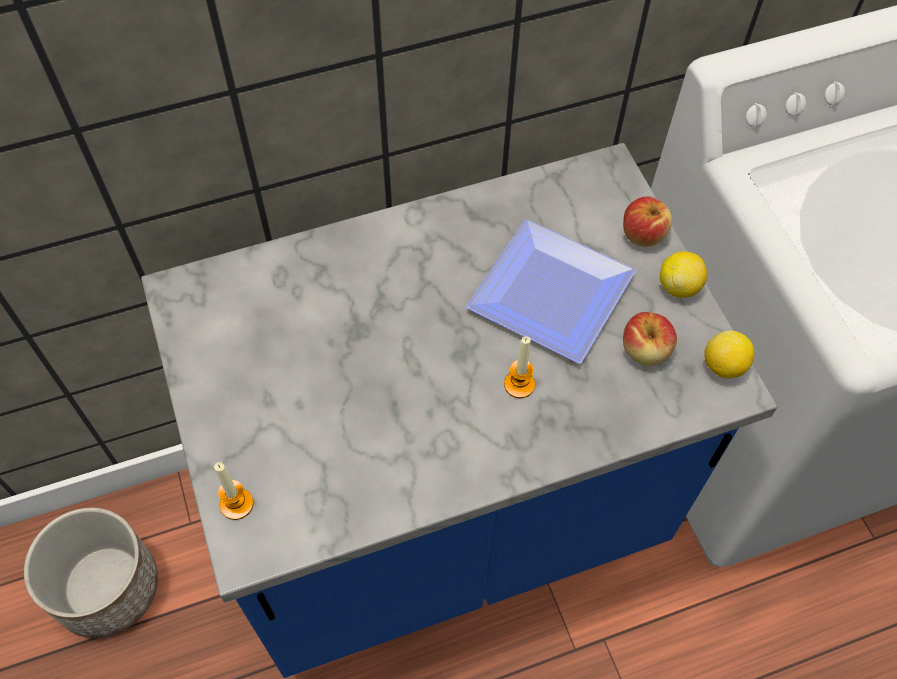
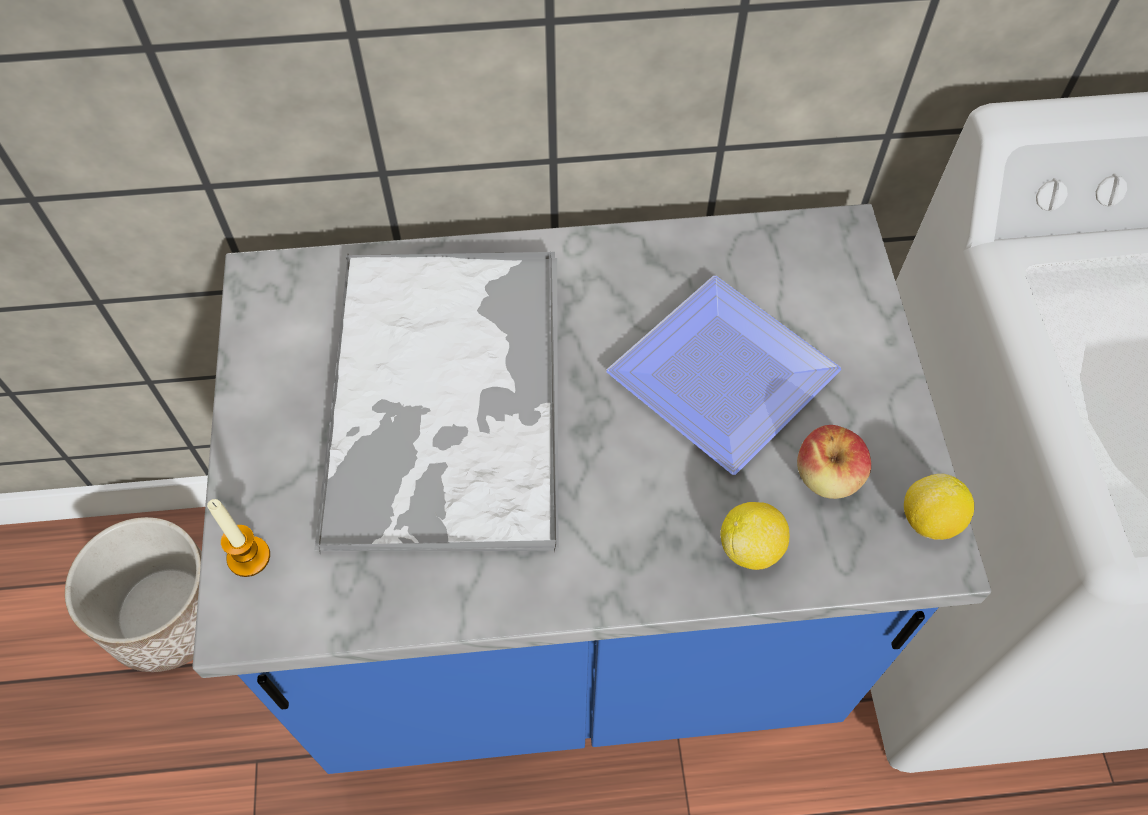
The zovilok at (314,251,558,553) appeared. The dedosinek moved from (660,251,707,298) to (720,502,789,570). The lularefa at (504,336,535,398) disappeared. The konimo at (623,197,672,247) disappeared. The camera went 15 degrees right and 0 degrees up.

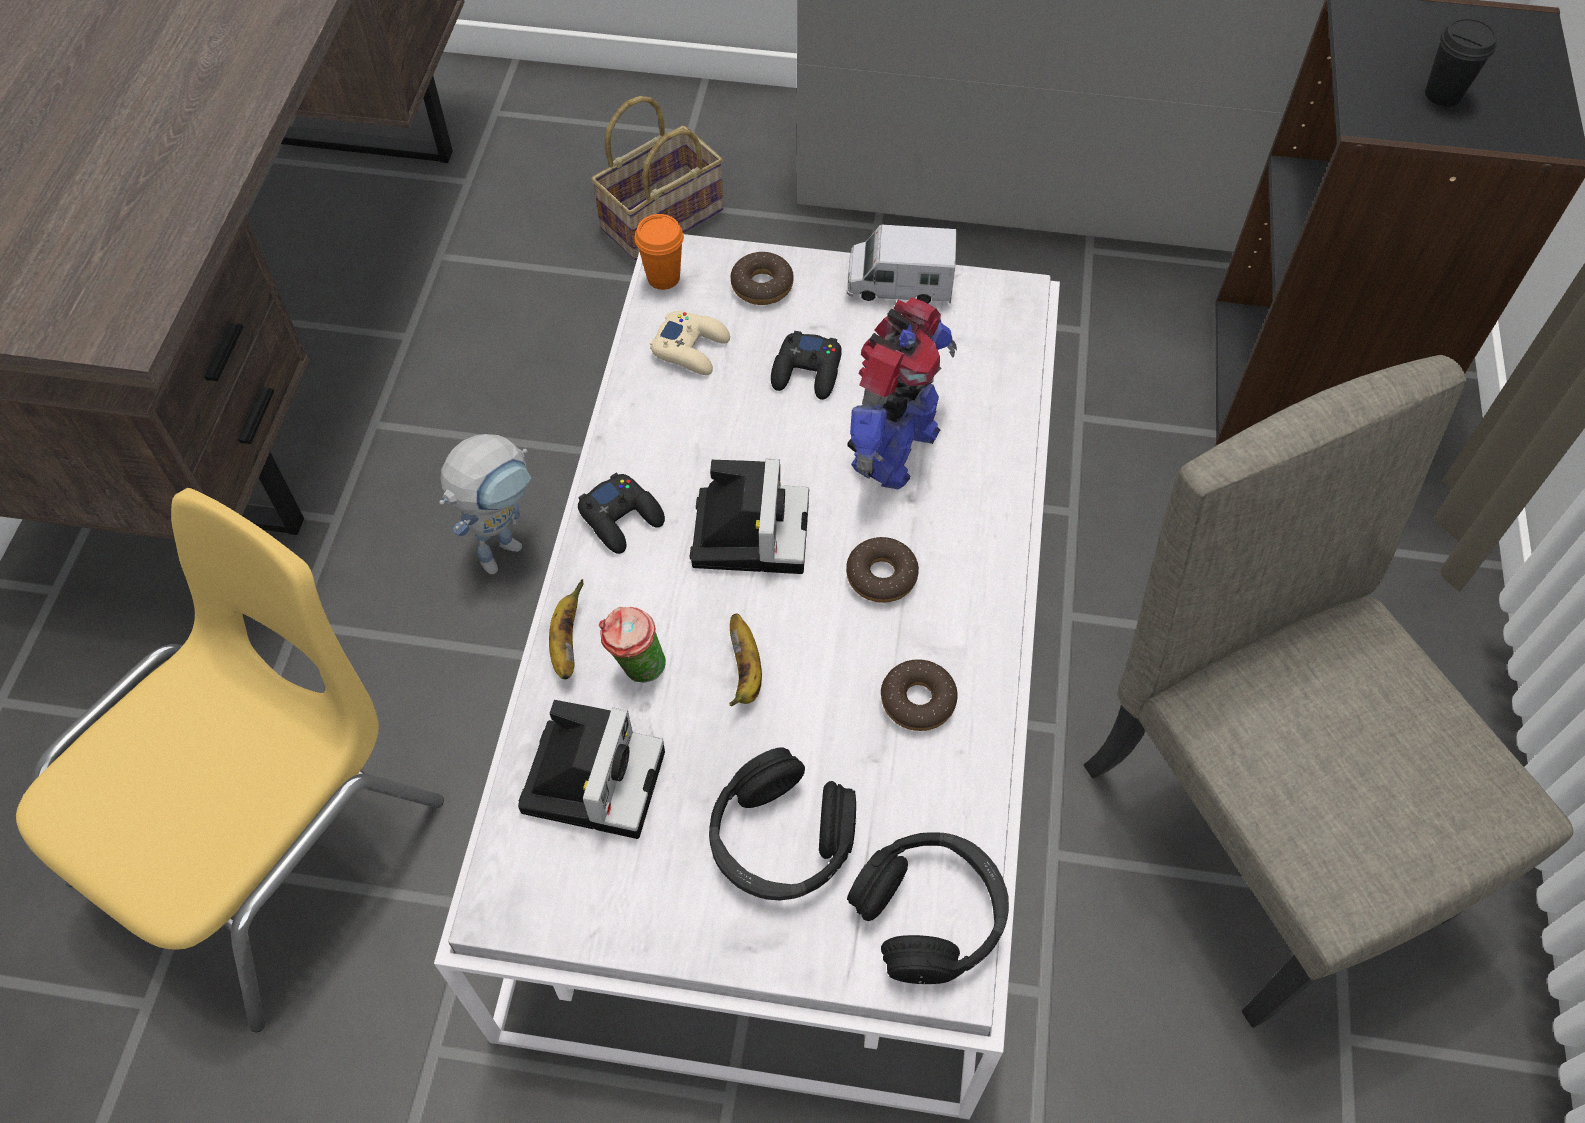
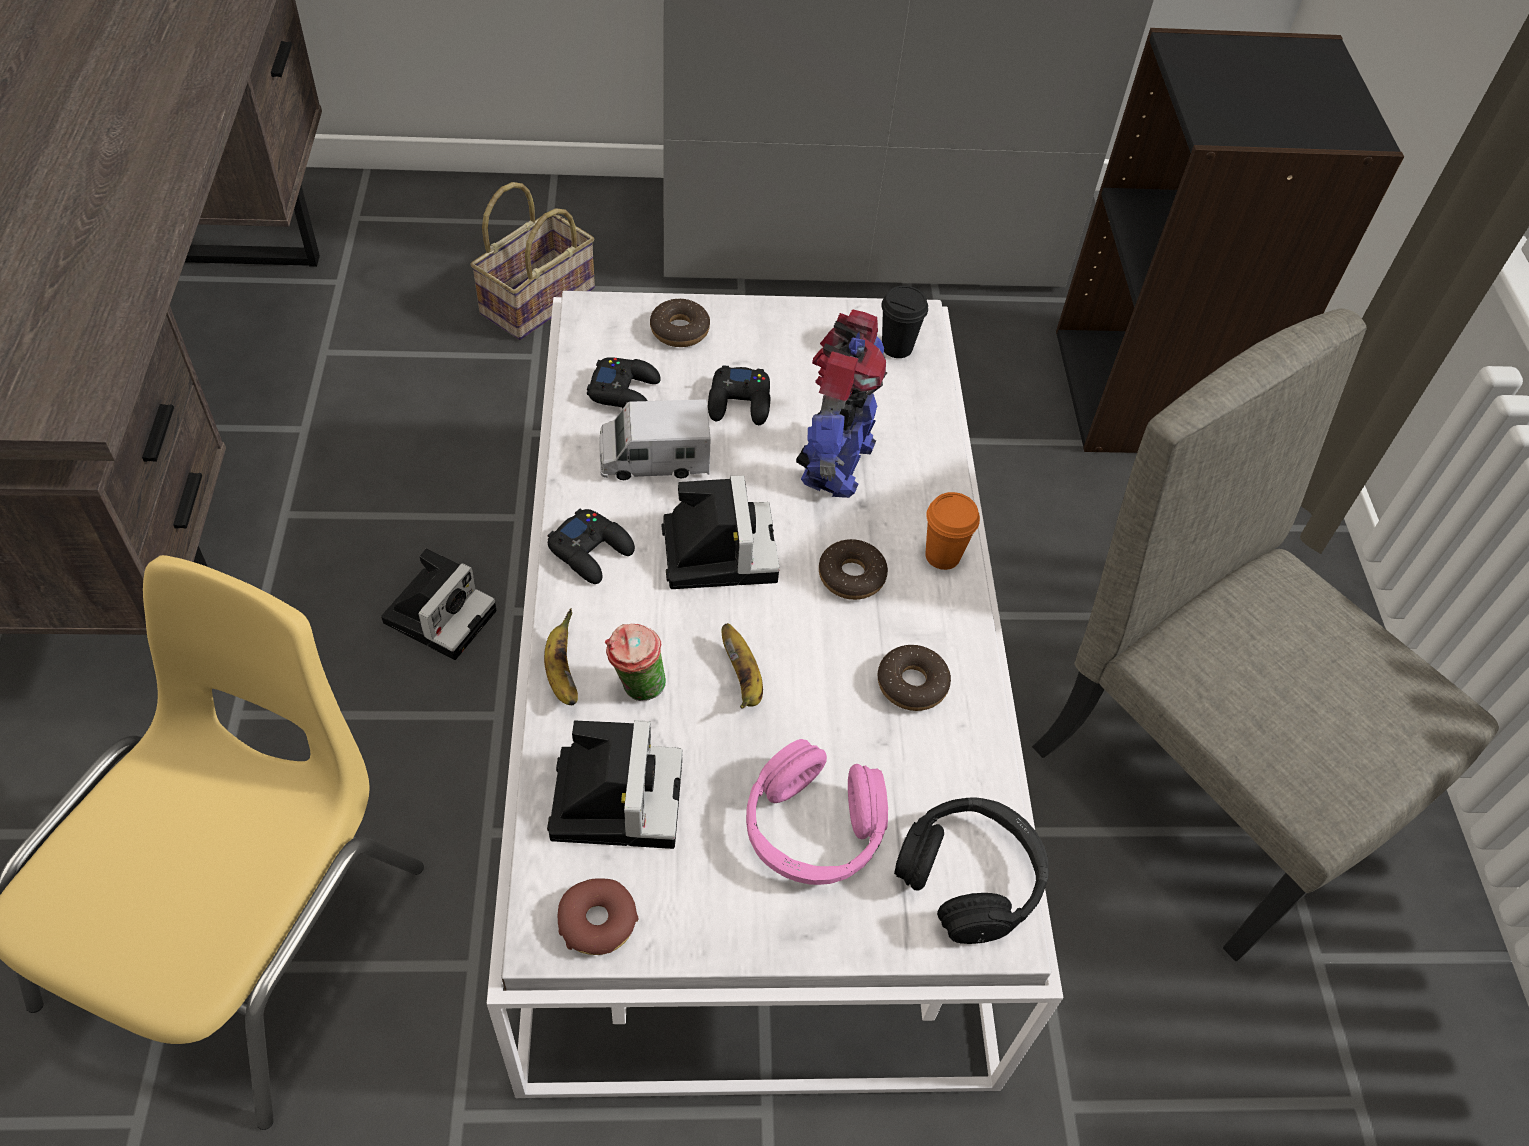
The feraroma at (439,434,532,575) was replaced by the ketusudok at (381,549,497,660). The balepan at (558,878,638,955) appeared. The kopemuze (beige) at (650,311,730,375) became the kopemuze (black) at (587,357,661,408). The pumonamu moved from (847,225,957,304) to (599,399,711,480). The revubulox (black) at (709,747,856,900) became the revubulox (pink) at (746,739,888,885). The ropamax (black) moved from (1425,18,1497,107) to (881,286,928,358). The ropamax (orange) moved from (635,214,684,290) to (925,492,980,570). The camera went 15 degrees left and 5 degrees down.

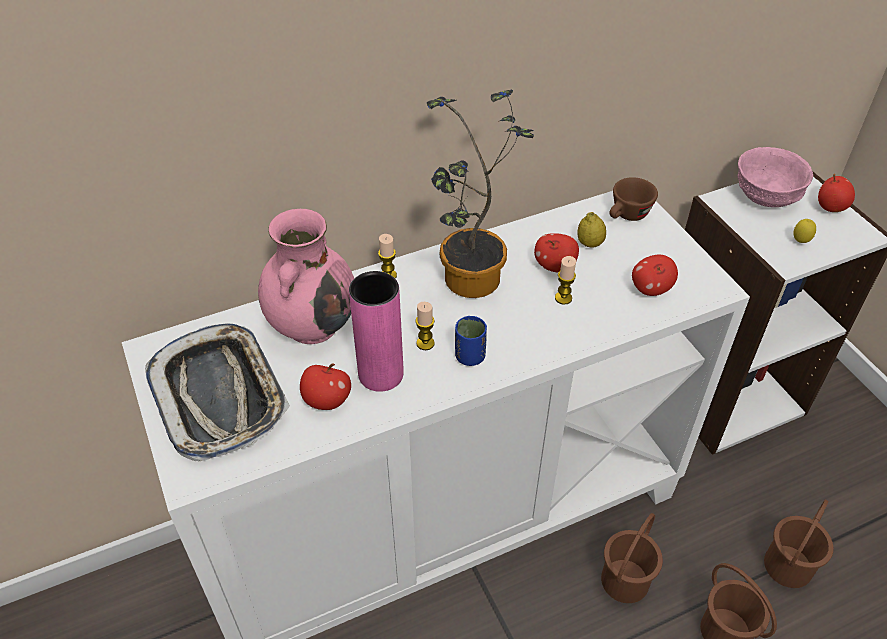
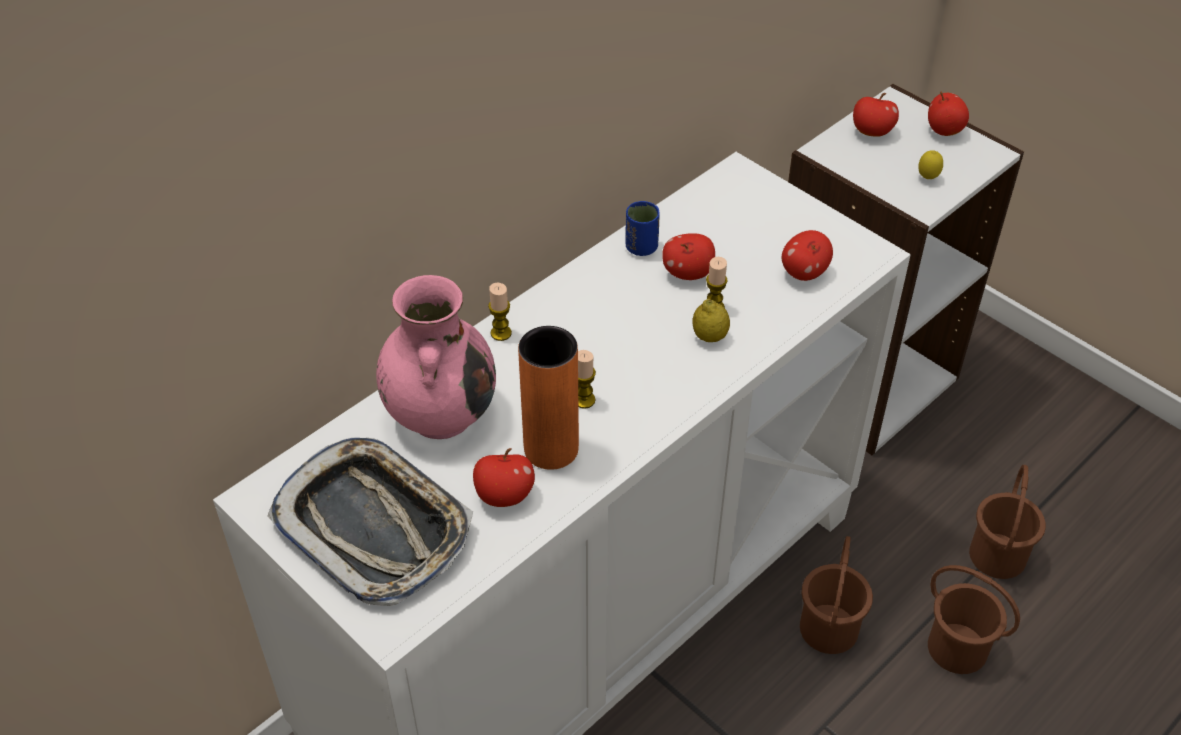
The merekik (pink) at (349,271,404,392) became the merekik (orange) at (518,326,579,470). The ropamax (blue) moved from (455,316,487,366) to (625,201,660,256). The dedosinek moved from (577,212,606,248) to (692,299,730,342). The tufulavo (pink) at (738,147,813,207) was replaced by the konimo at (853,93,899,137). The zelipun at (427,90,534,298) disappeared. The ropamax (brown) at (610,177,658,221) disappeared. The camera went 20 degrees left and 0 degrees up.

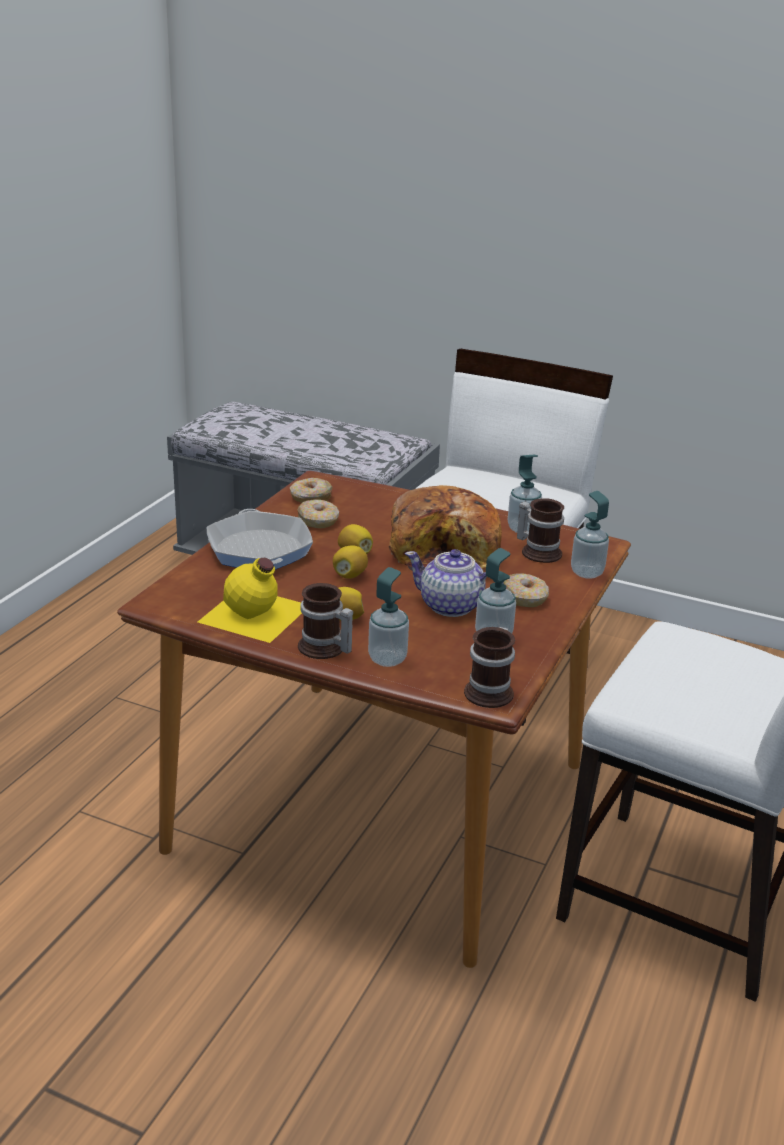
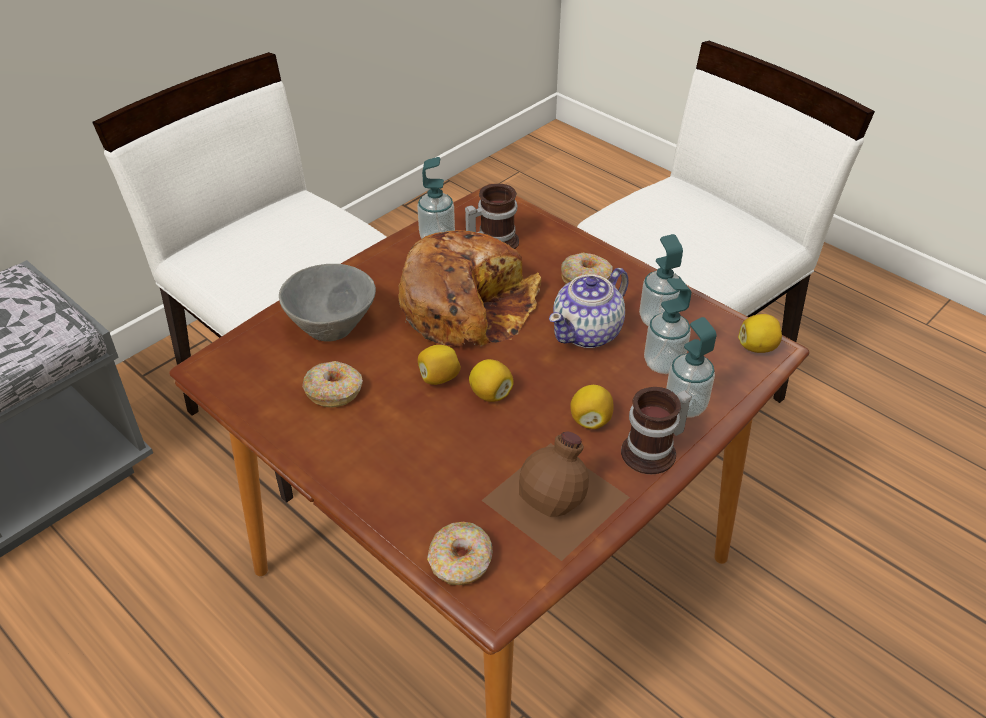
The tufulavo (grey) at (279,264,376,342) appeared. The balepan moved from (290,478,332,503) to (427,522,493,585). The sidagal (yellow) at (198,558,302,643) became the sidagal (brown) at (481,432,630,561). The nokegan moved from (571,491,609,579) to (644,278,692,374). The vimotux at (464,627,515,708) was replaced by the dedosinek at (738,314,782,353). The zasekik at (207,509,313,570) disappeared. The camera went 70 degrees left and 15 degrees up.

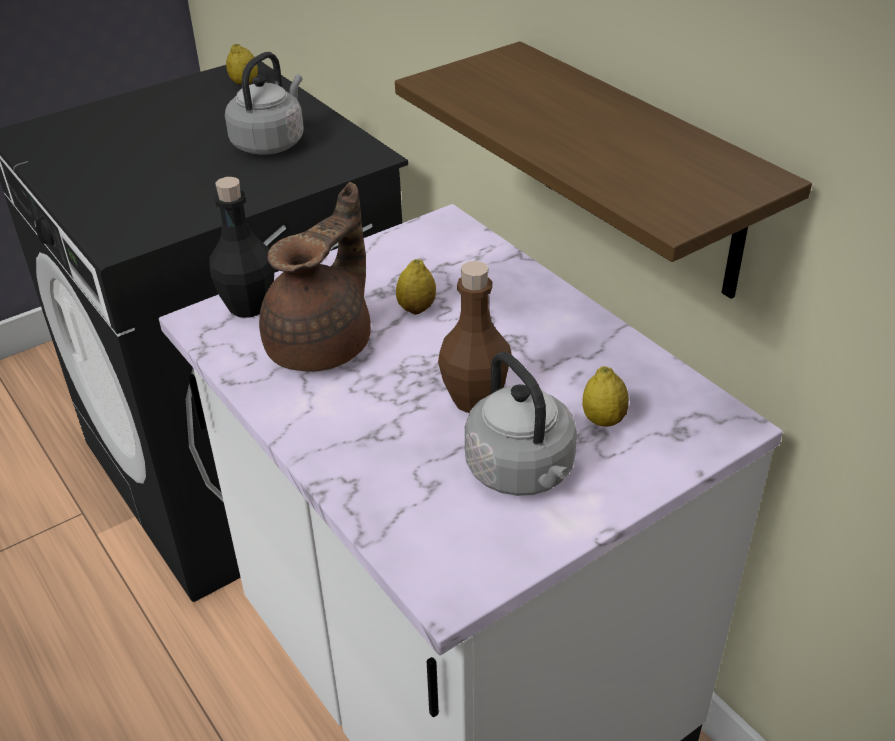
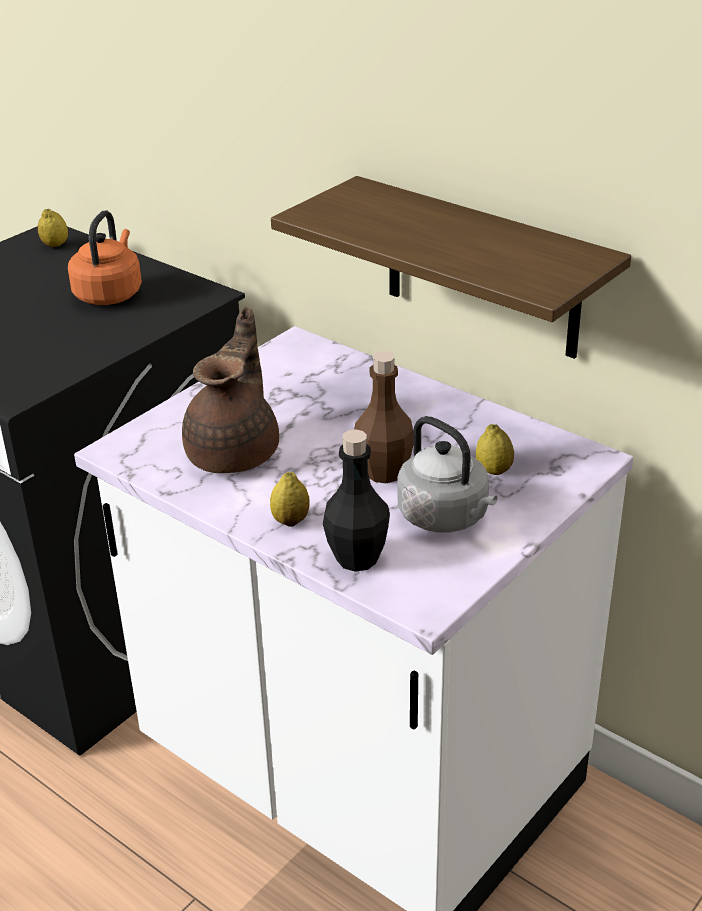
The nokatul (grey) at (225,52,304,155) became the nokatul (orange) at (68,210,142,305). The dedosinek moved from (396,259,436,315) to (270,472,309,527). The sidagal (black) moved from (210,177,275,318) to (323,429,390,572). The camera went 15 degrees left and 5 degrees down.

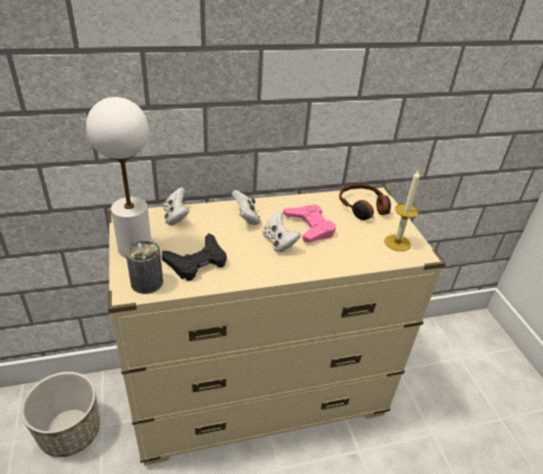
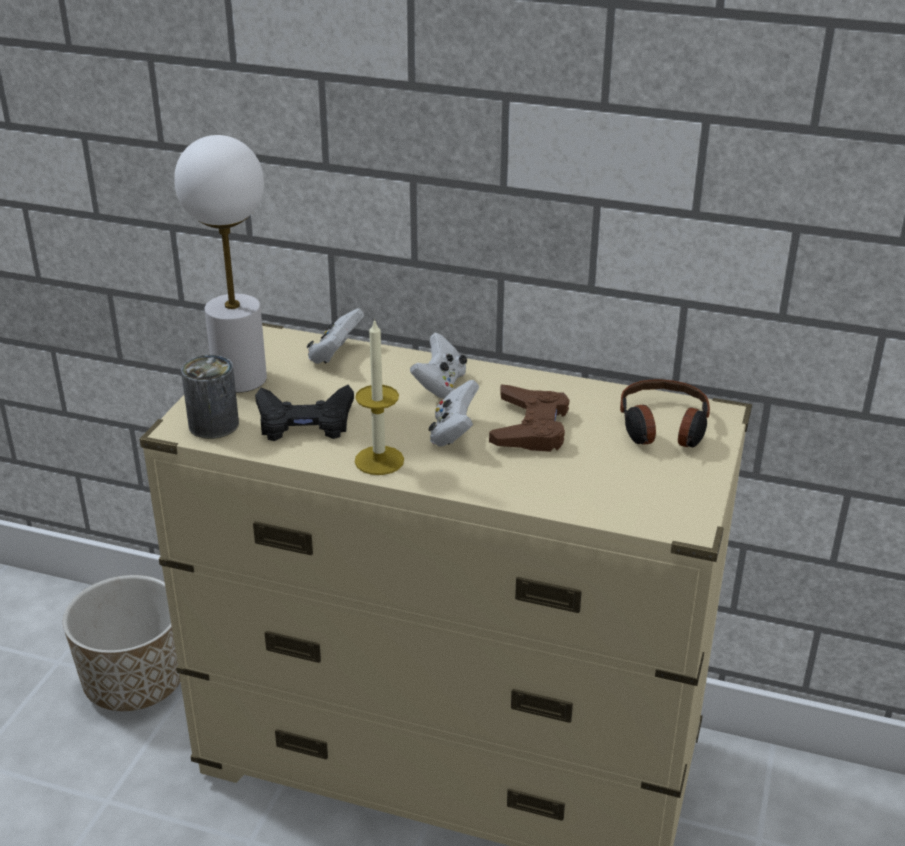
The lularefa moved from (385,169,420,251) to (355,318,404,475). The kopemuze (pink) at (283,204,336,243) became the kopemuze (brown) at (489,385,569,452). The camera went 35 degrees right and 5 degrees down.

